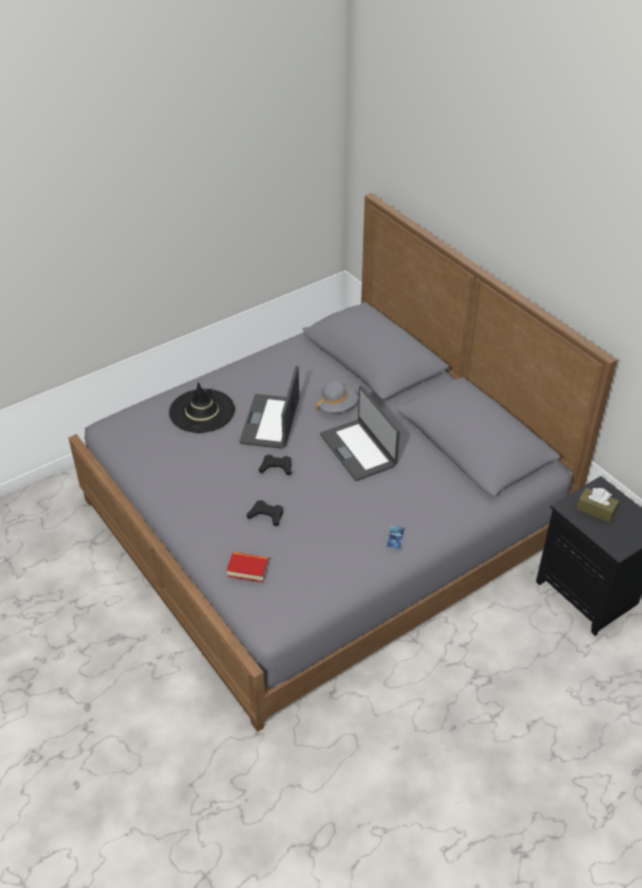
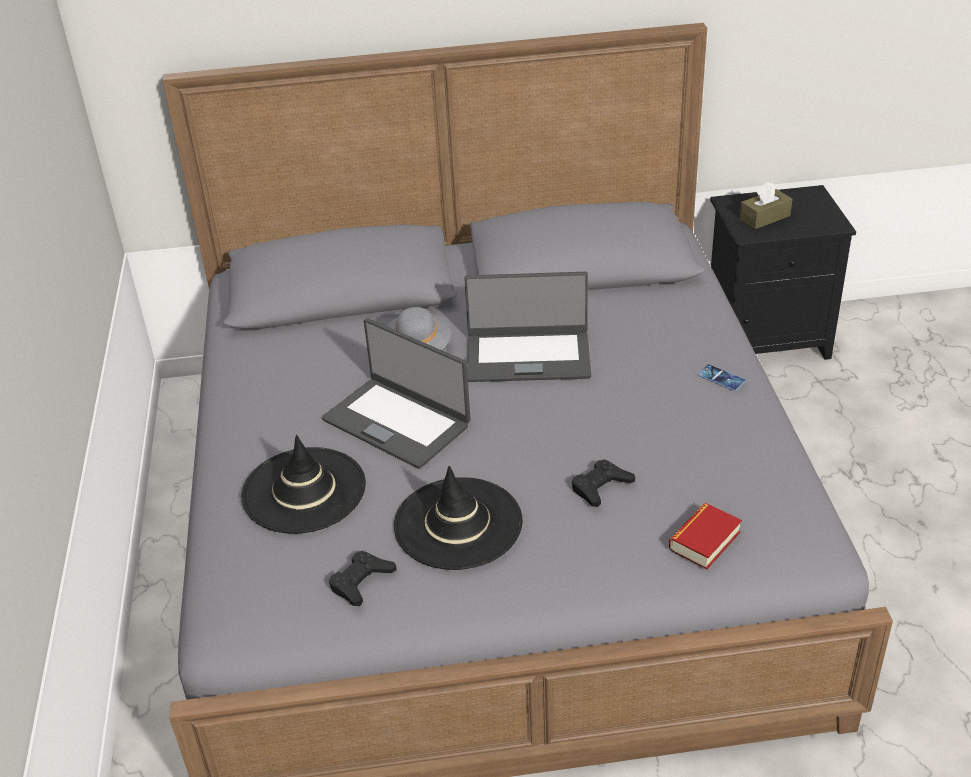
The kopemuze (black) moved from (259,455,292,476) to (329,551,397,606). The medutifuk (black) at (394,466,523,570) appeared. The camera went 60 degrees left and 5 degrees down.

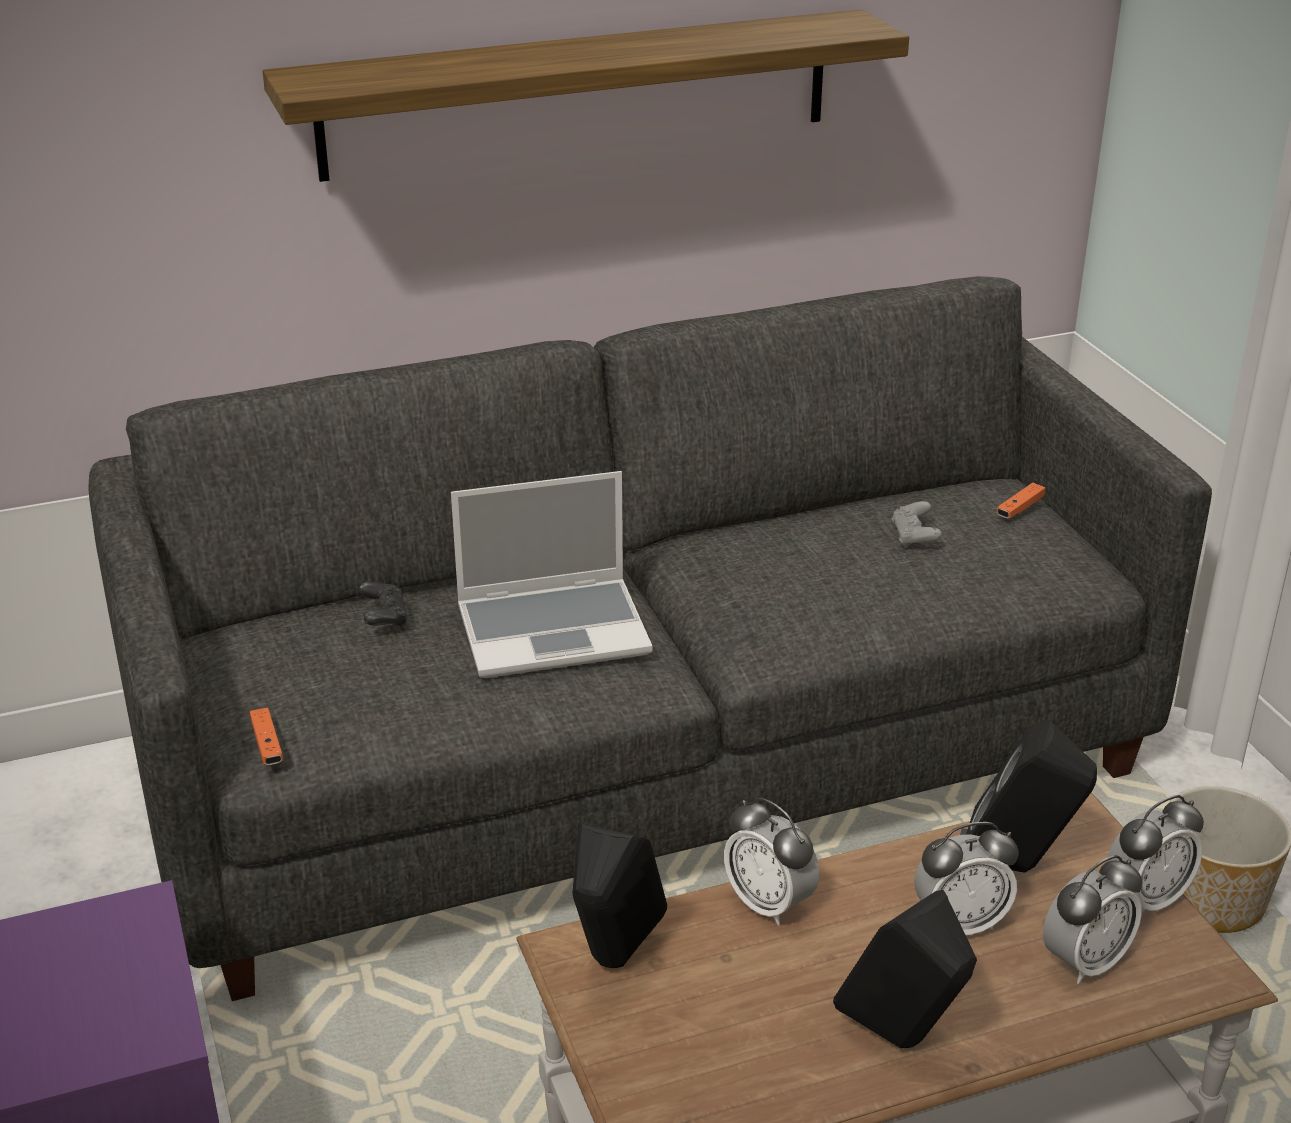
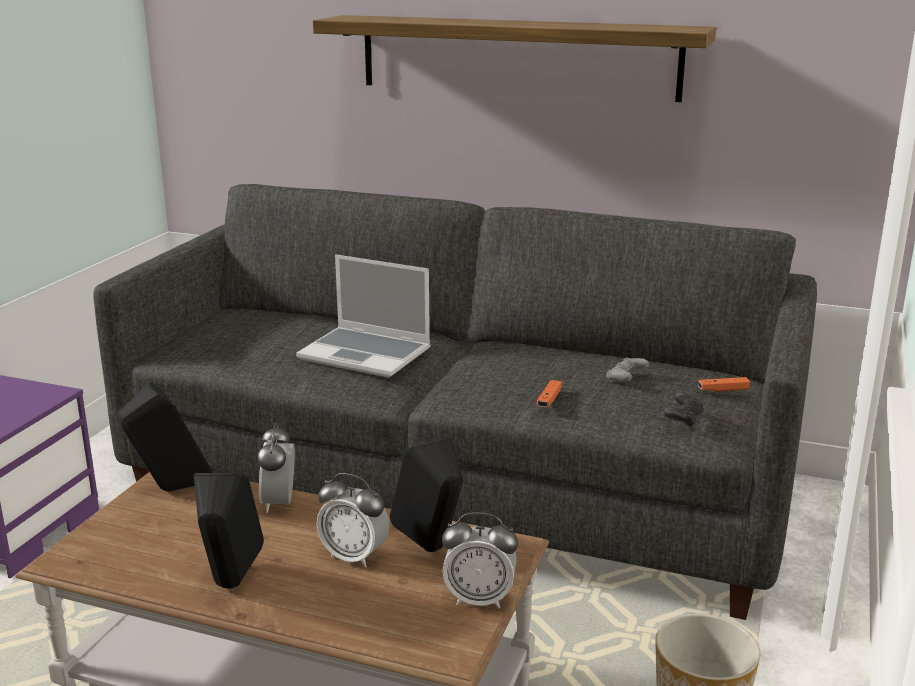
The kopemuze (orange) moved from (250,708,283,765) to (537,380,562,408). The kopemuze (black) moved from (359,582,408,628) to (663,393,704,428). The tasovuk at (1043,855,1143,984) disappeared. The camera went 40 degrees right and 10 degrees down.

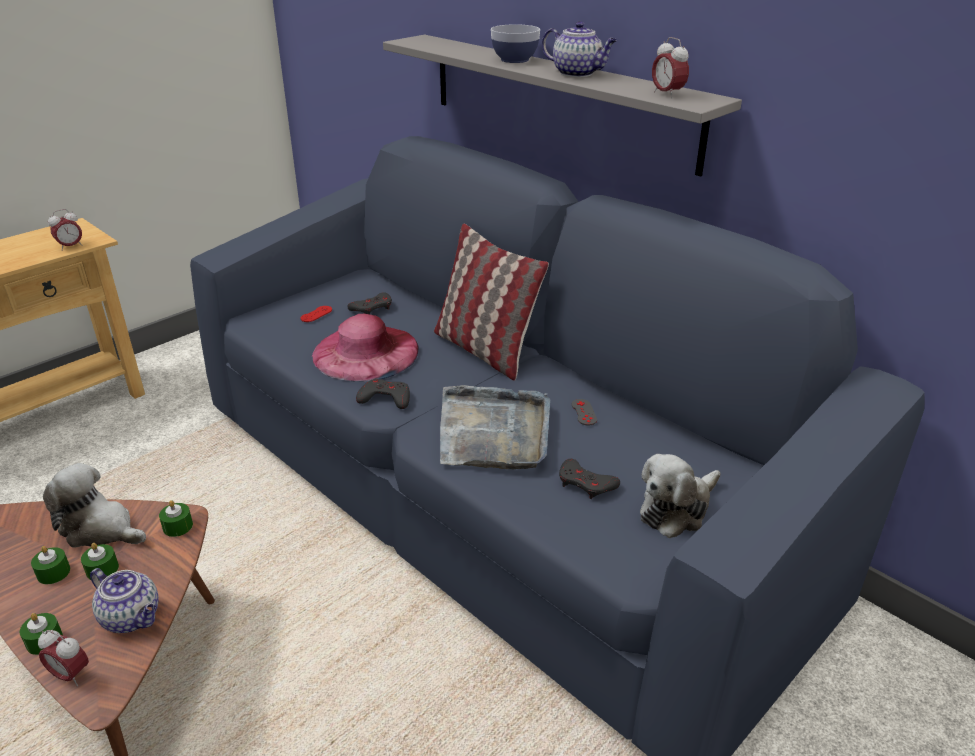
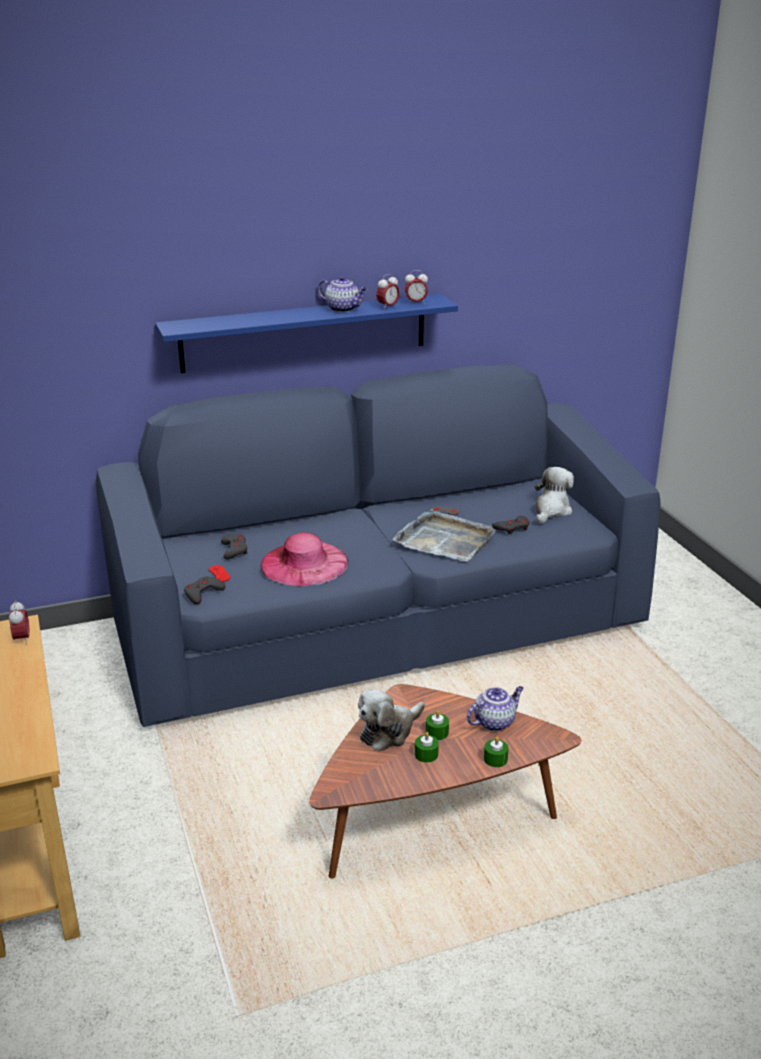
The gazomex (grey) at (383,35,742,176) became the gazomex (blue) at (155,294,458,373). The kopemuze (grey) moved from (356,378,410,409) to (184,577,226,604). The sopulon at (542,21,617,77) turned 60 degrees clockwise. The tasovuk moved from (38,630,89,686) to (376,274,400,310). The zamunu at (640,454,720,538) turned 135 degrees counterclockwise. The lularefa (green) at (159,500,193,537) disappeared. The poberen at (434,223,549,381) disappeared. The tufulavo at (491,24,540,63) disappeared. The camera went 65 degrees left and 5 degrees down.

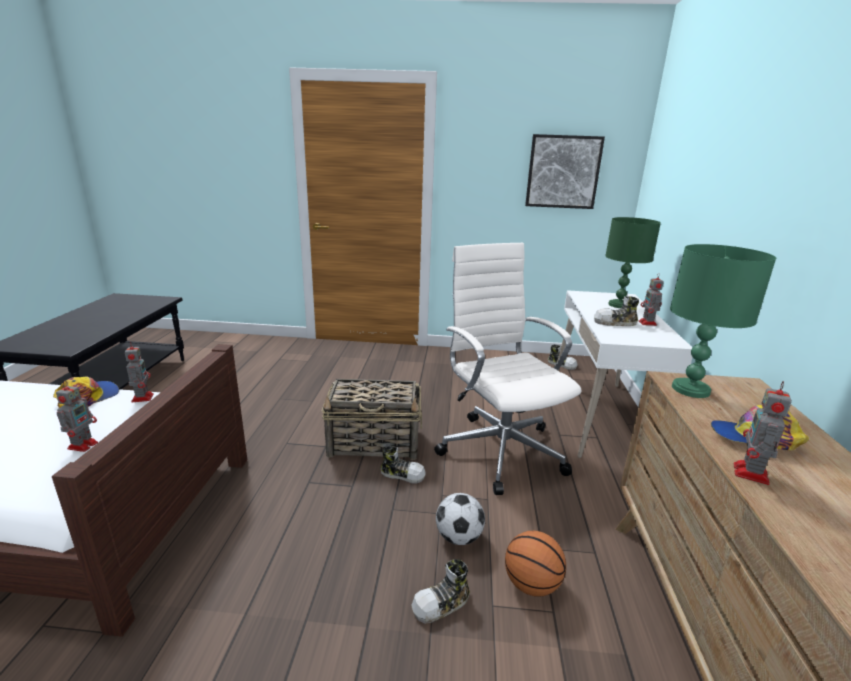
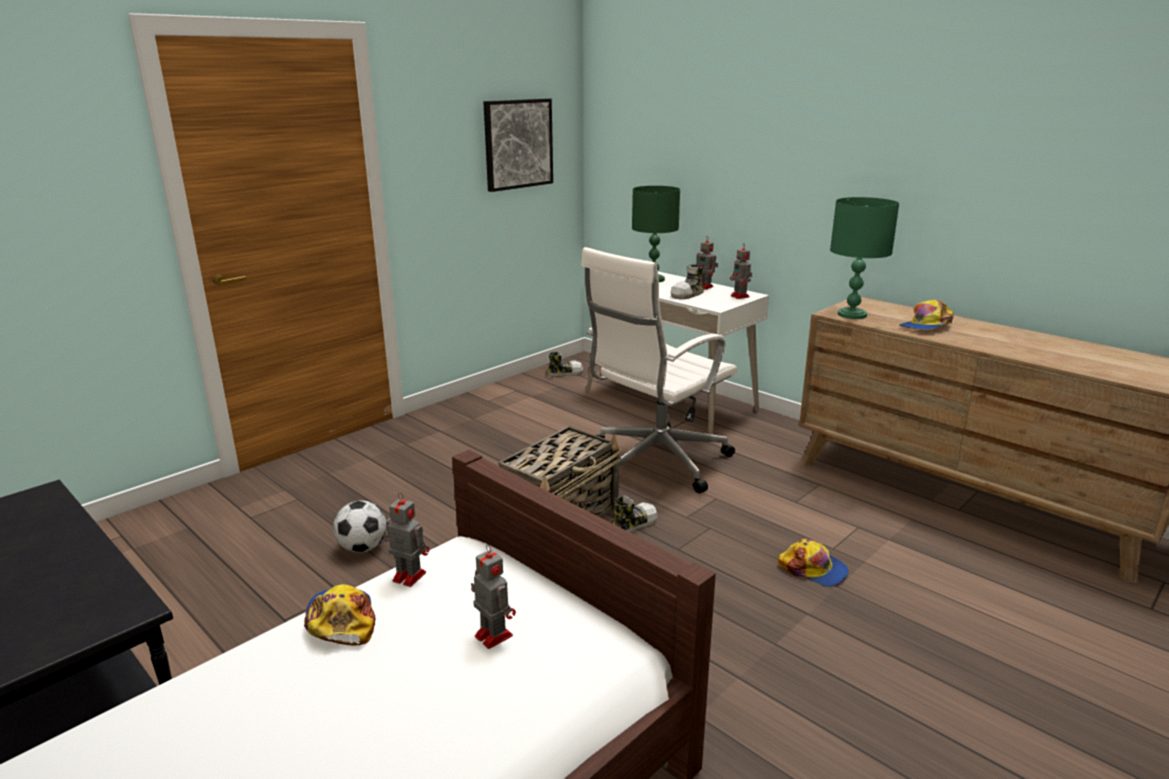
The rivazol moved from (436,493,485,545) to (333,500,387,553). The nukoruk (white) at (434,242,581,495) turned 60 degrees counterclockwise. The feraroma moved from (734,381,792,485) to (730,244,752,299). The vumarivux at (411,559,470,623) was replaced by the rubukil at (778,539,849,587). The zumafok at (505,531,566,597) disappeared. The camera went 50 degrees left and 0 degrees up.

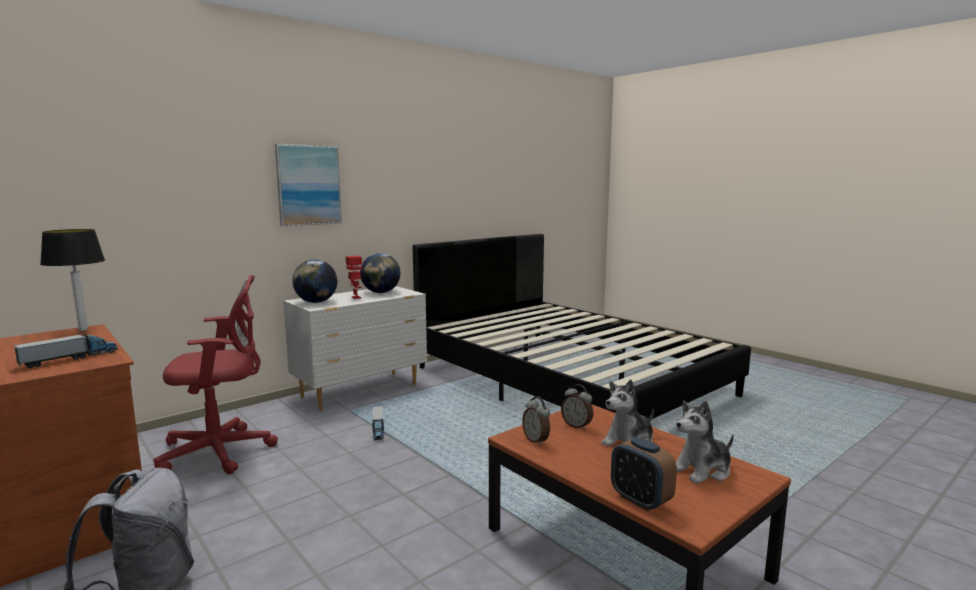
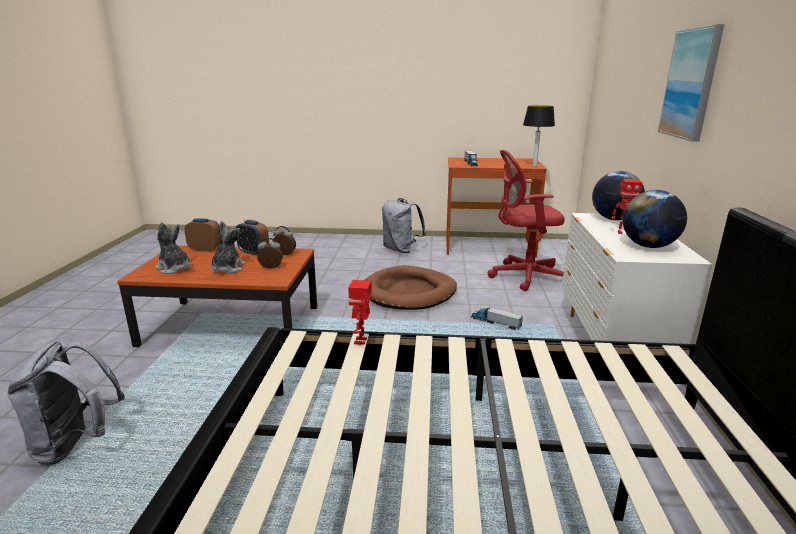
The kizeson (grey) at (8,341,125,465) appeared. The zamunu at (676,401,734,484) turned 75 degrees counterclockwise. The tasovuk at (236,220,269,255) appeared. The feraroma at (348,280,372,345) appeared. The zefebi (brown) at (365,265,457,310) appeared. The nukoruk (red) at (153,275,278,474) turned 60 degrees clockwise. The camera went 135 degrees right and 10 degrees up.

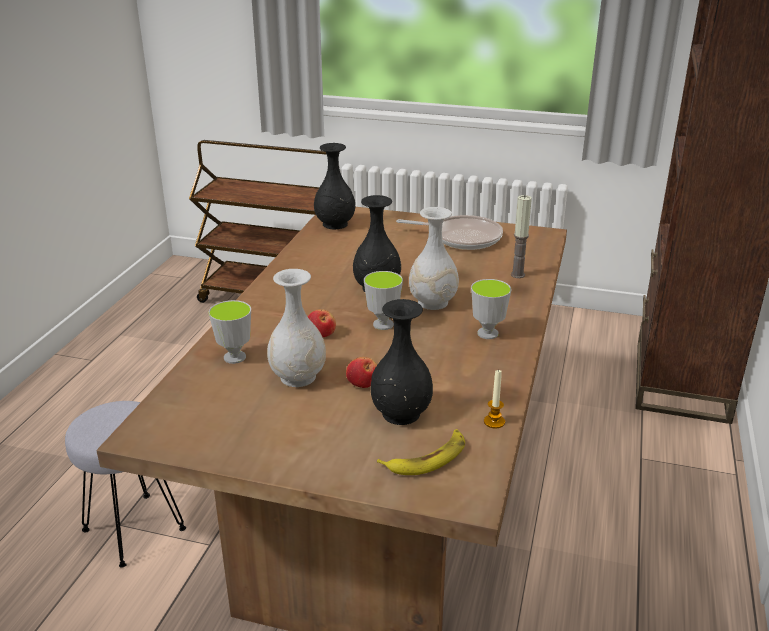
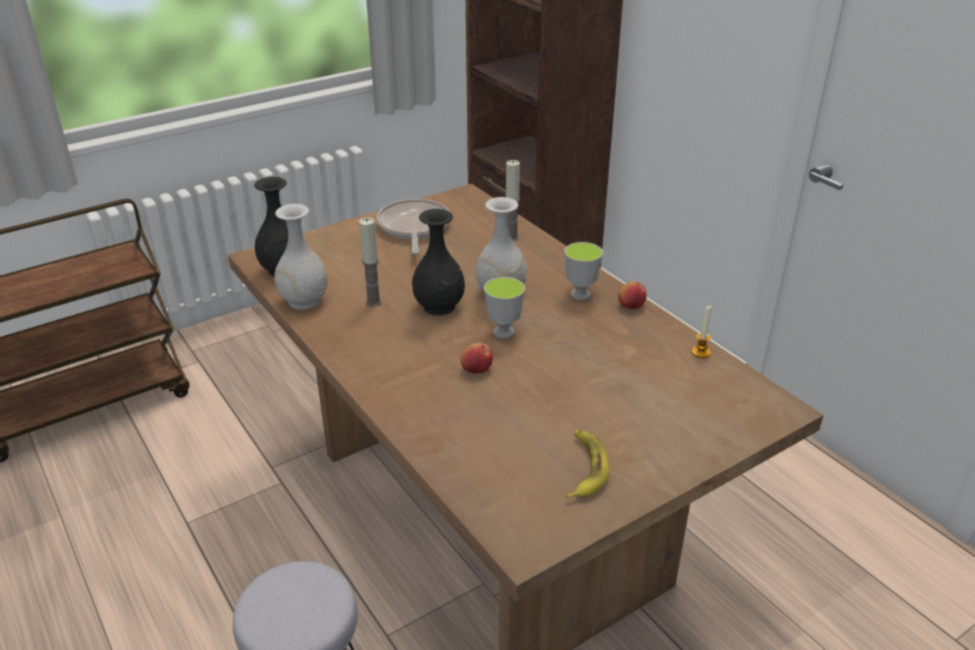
The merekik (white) moved from (267,269,326,387) to (275,204,328,310). The lularefa at (359,218,382,307) appeared. The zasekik at (396,215,503,250) turned 60 degrees counterclockwise. The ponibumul moved from (377,429,465,475) to (566,430,609,498). The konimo moved from (346,357,377,388) to (618,281,647,309). The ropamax at (209,300,251,364) disappeared. The merekik (black) at (371,299,433,425) disappeared. The camera went 50 degrees left and 5 degrees up.

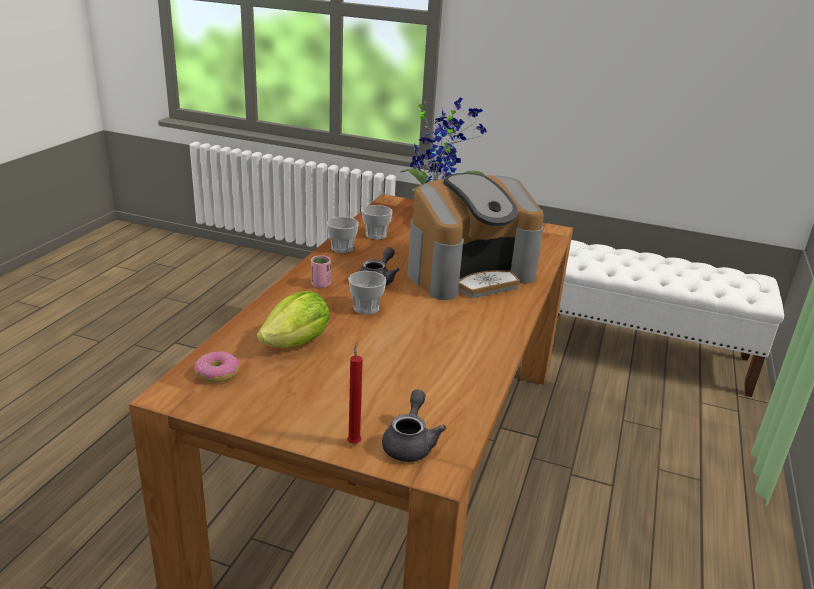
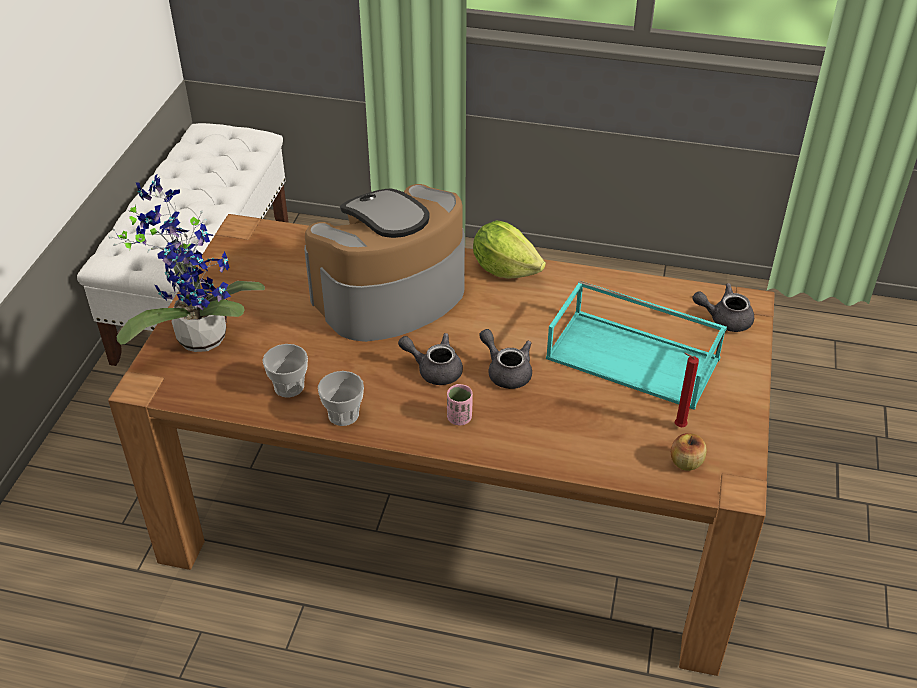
The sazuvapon at (408,173,544,300) turned 90 degrees counterclockwise. The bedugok moved from (257,291,330,348) to (473,220,546,279). The ropamax at (348,271,386,315) was replaced by the sopulon (grey) at (479,329,532,389). The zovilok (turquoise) at (546,280,727,410) appeared. The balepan at (194,351,239,383) was replaced by the konimo at (671,433,707,471). The lularefa (red) moved from (347,342,363,444) to (675,353,699,427). The camera went 95 degrees left and 15 degrees up.

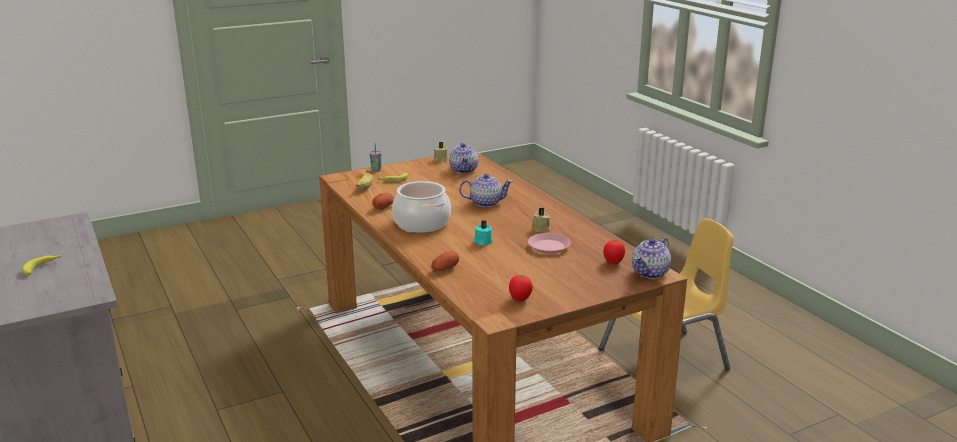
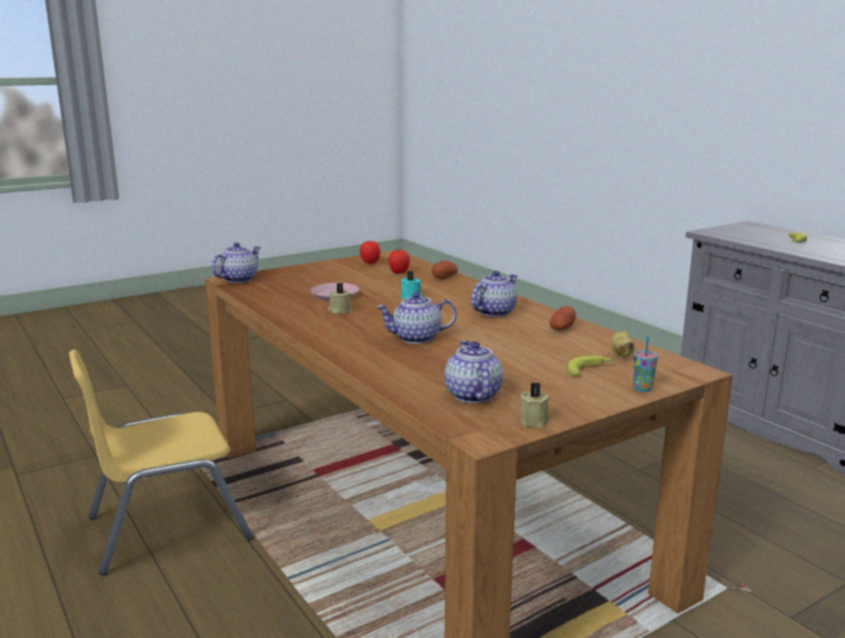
The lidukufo moved from (603,239,625,264) to (388,250,410,274). The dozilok at (392,181,451,233) was replaced by the sopulon at (471,271,518,317). The camera went 175 degrees right and 5 degrees down.

